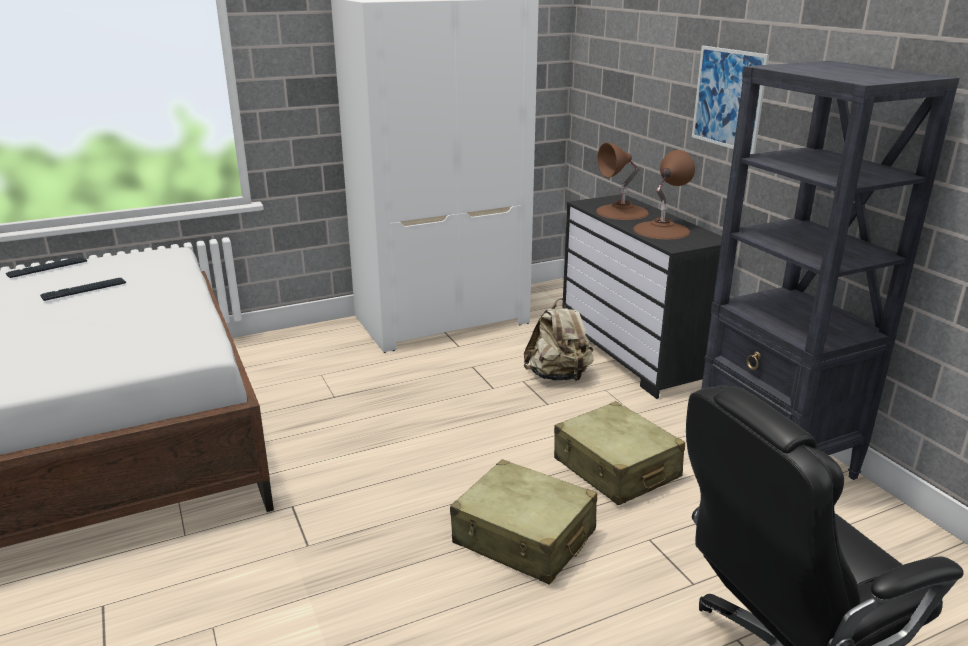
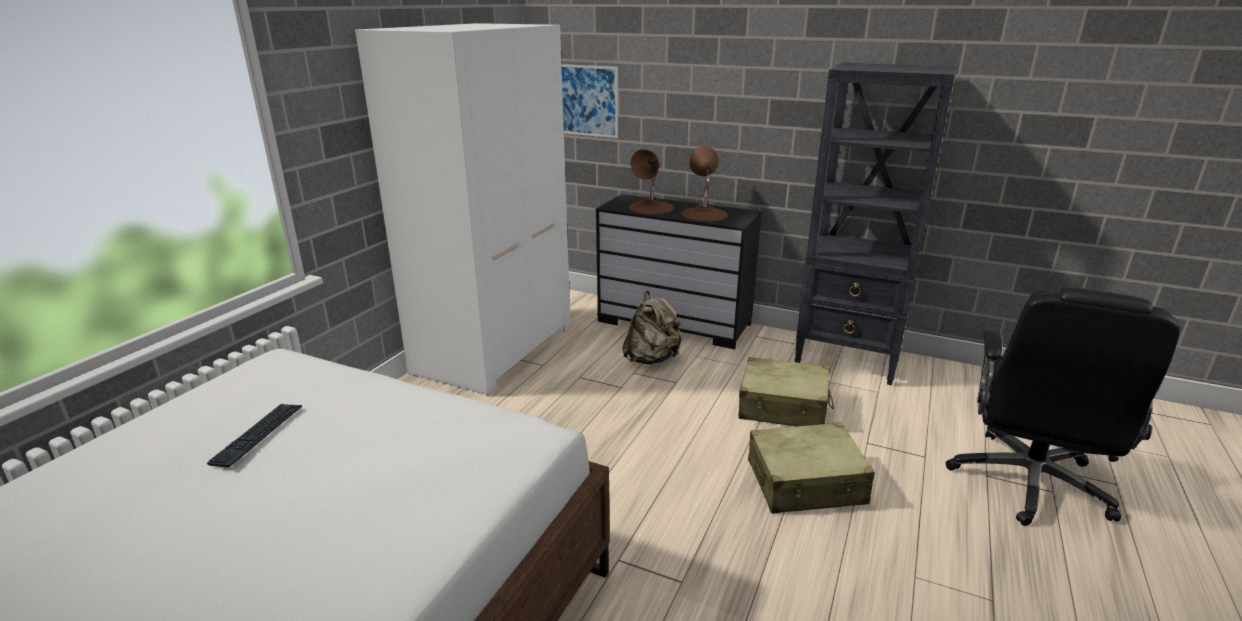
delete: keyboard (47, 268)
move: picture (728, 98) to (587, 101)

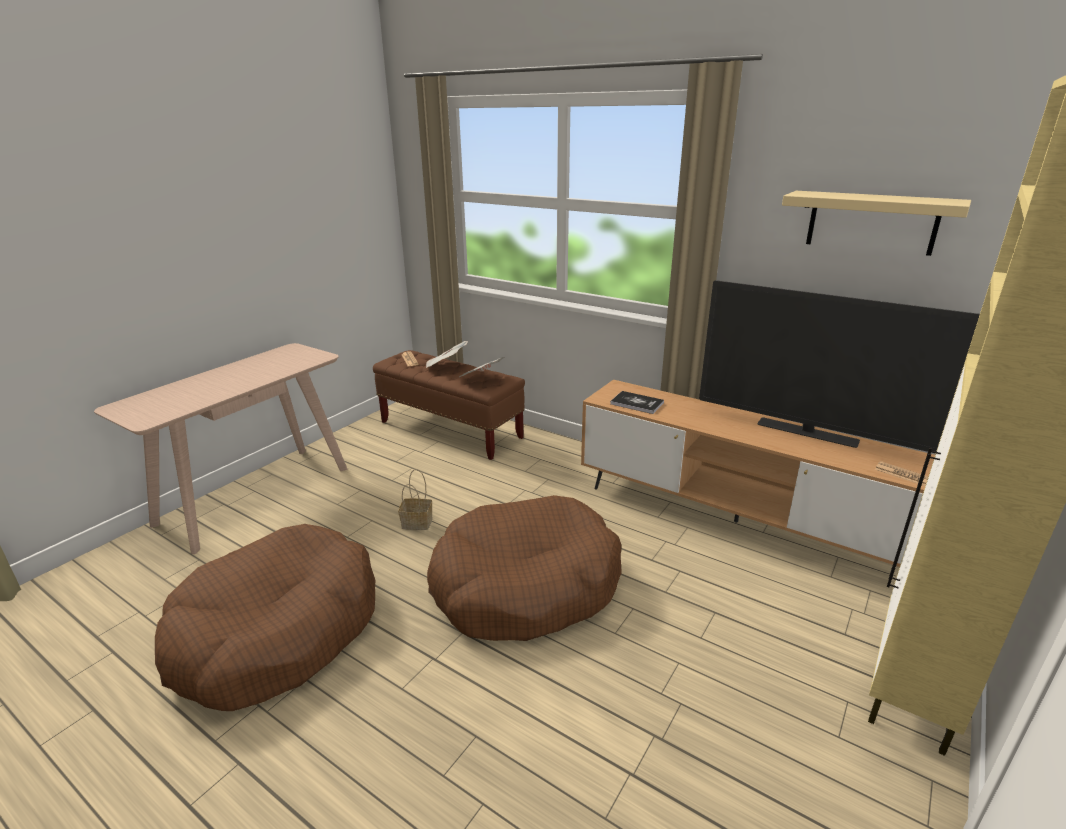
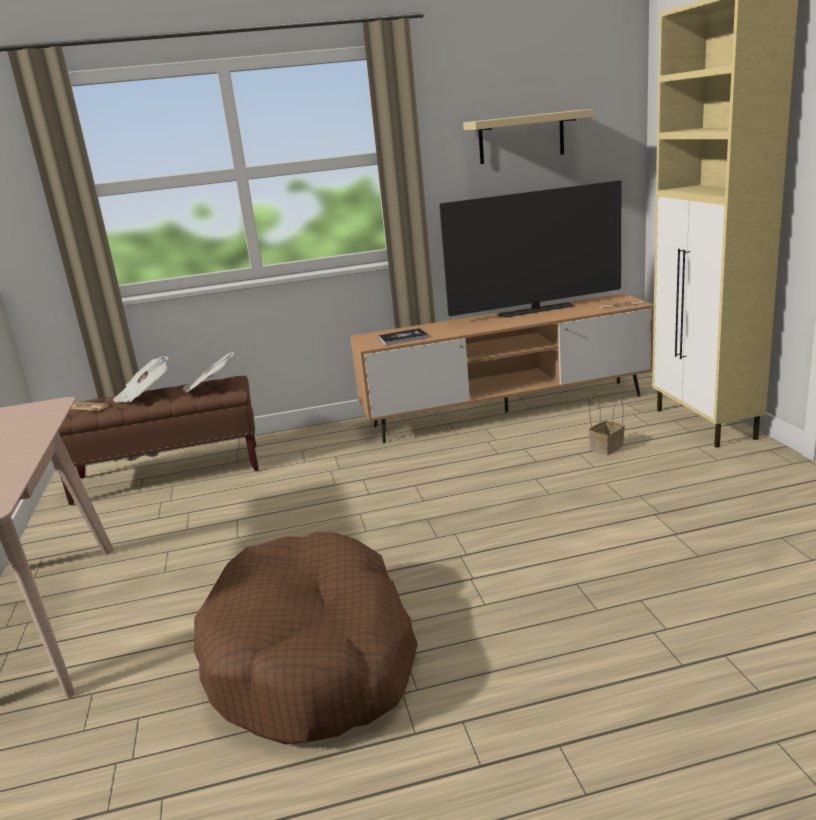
delete: brown dog bed (525, 585)
move: basket (418, 522) to (606, 447)

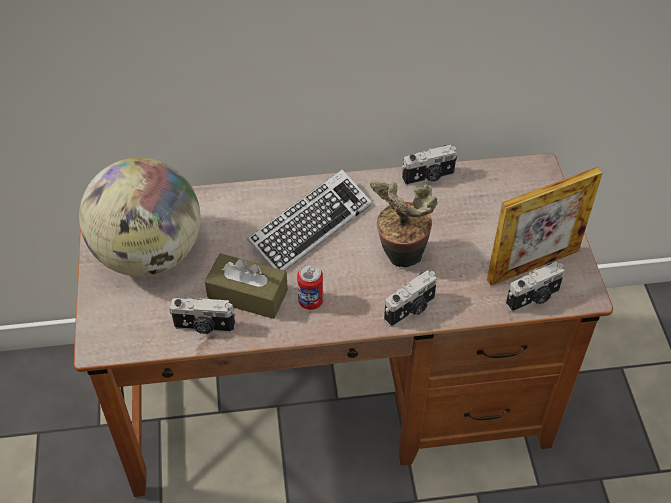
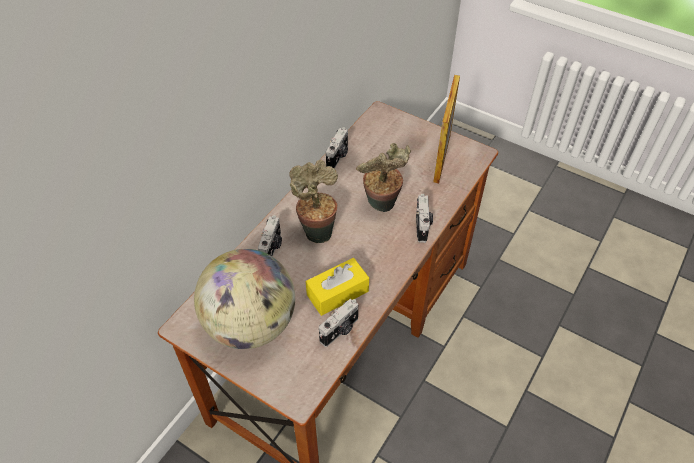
delete: can (310, 301)
move: photo camera (533, 299) to (272, 248)
replace: keyboard (310, 226) to potted plant (317, 230)
recolor: brown tissue box (247, 295) to yellow tissue box (337, 293)

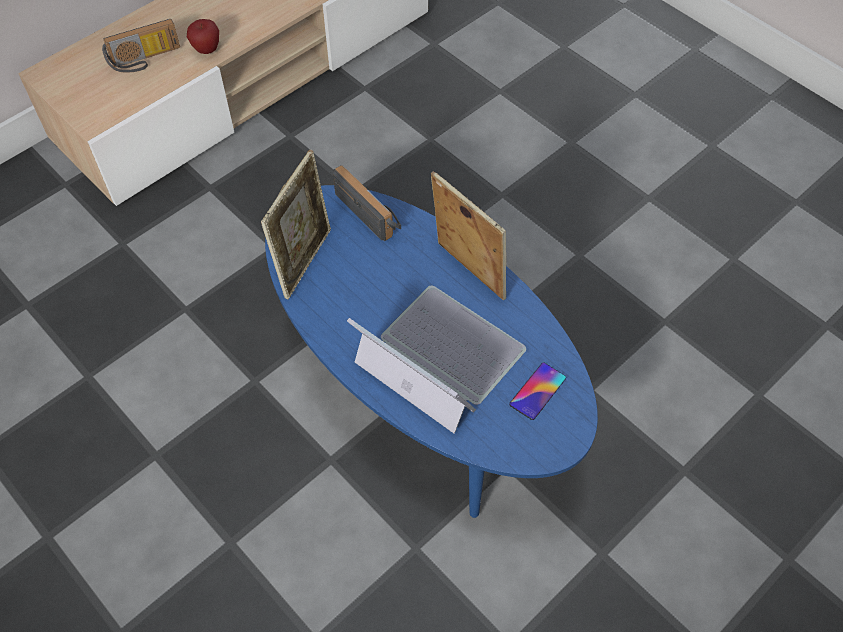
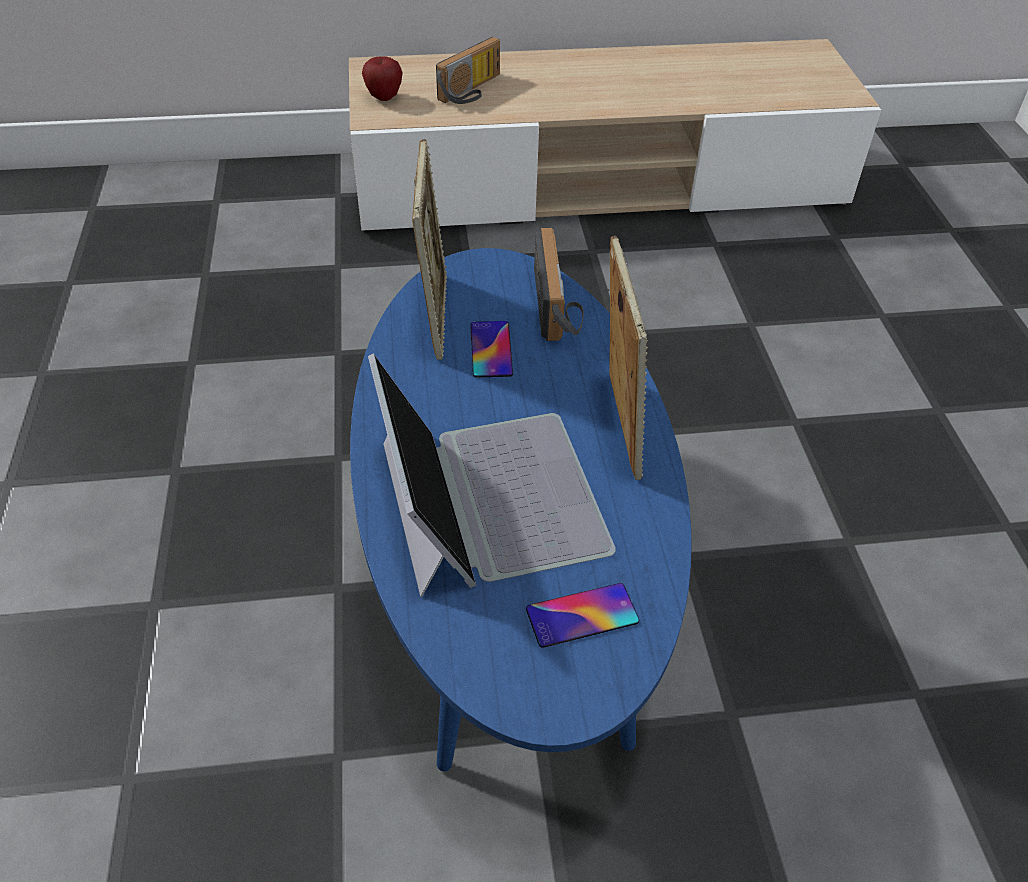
insert: phone (491, 349)
move: apple (207, 50) to (384, 97)
rotate: radio (145, 60) = (473, 91) 60 degrees counterclockwise; picture frame (305, 261) = (435, 315) 60 degrees counterclockwise

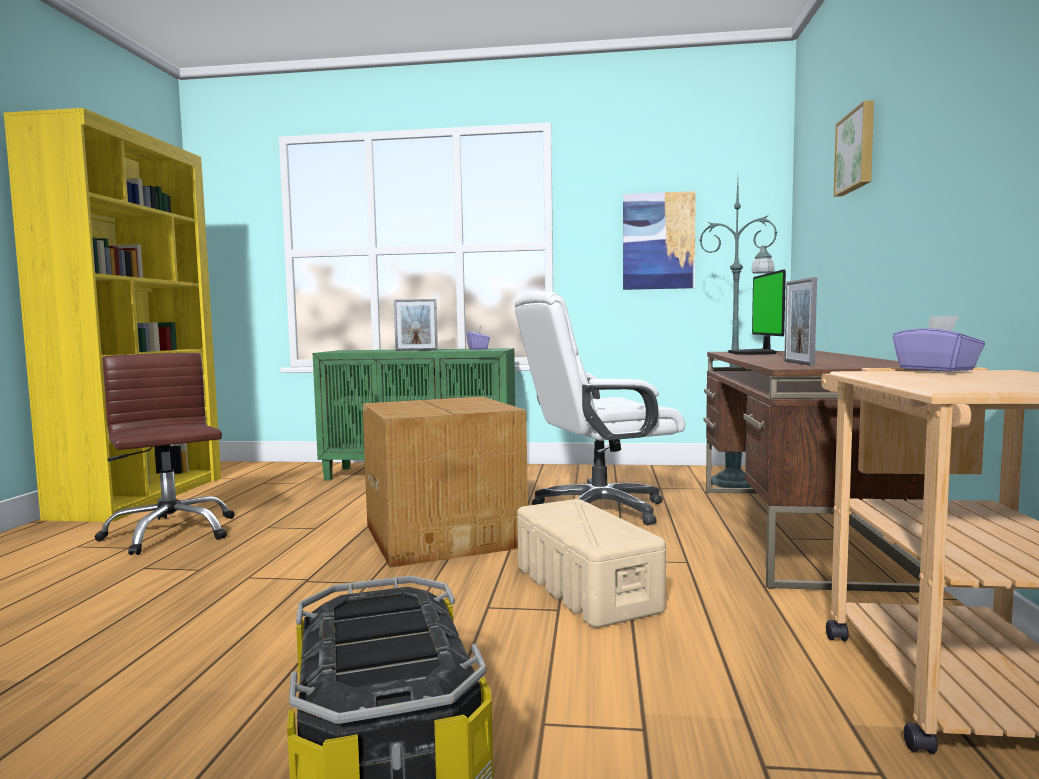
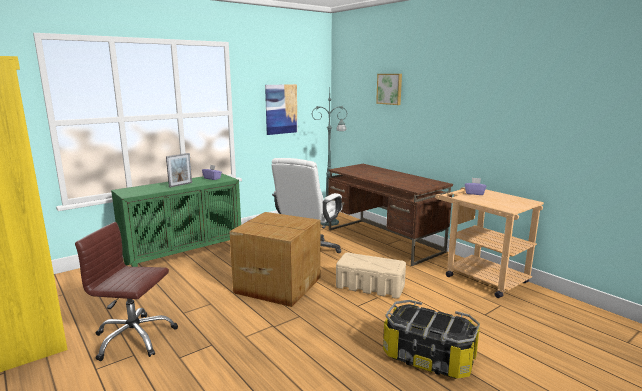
delete: monitor (754, 353); picture frame (798, 363)

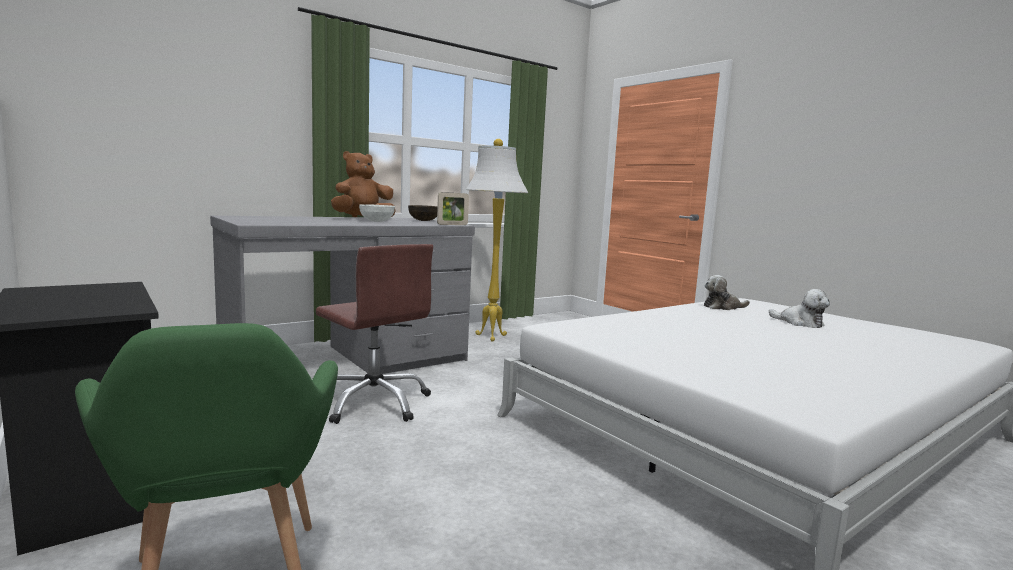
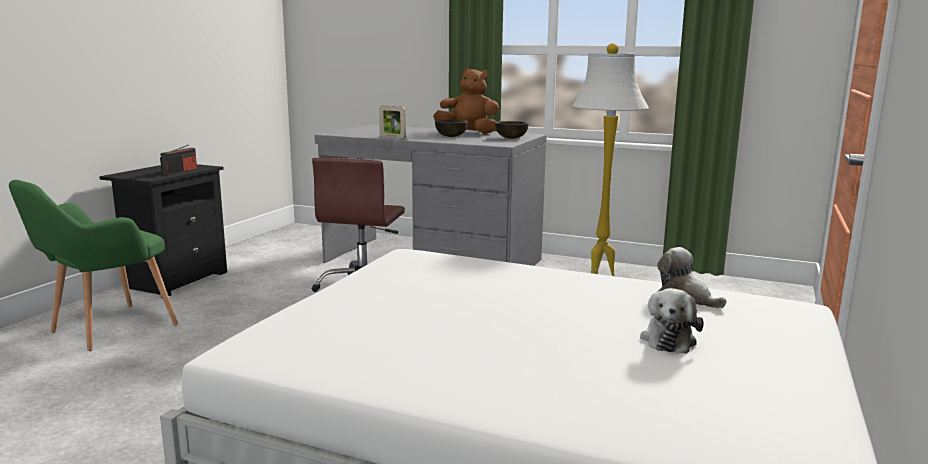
insert: radio (180, 171)
move: picture frame (452, 224) to (392, 137)
recolor: white bowl (377, 221) to brown bowl (451, 136)

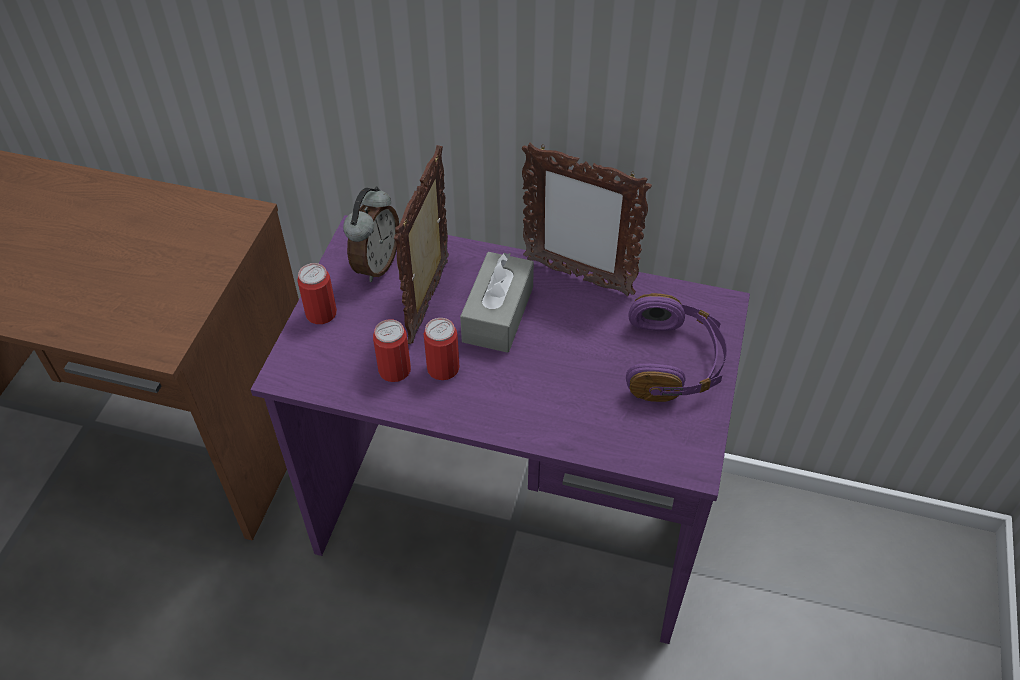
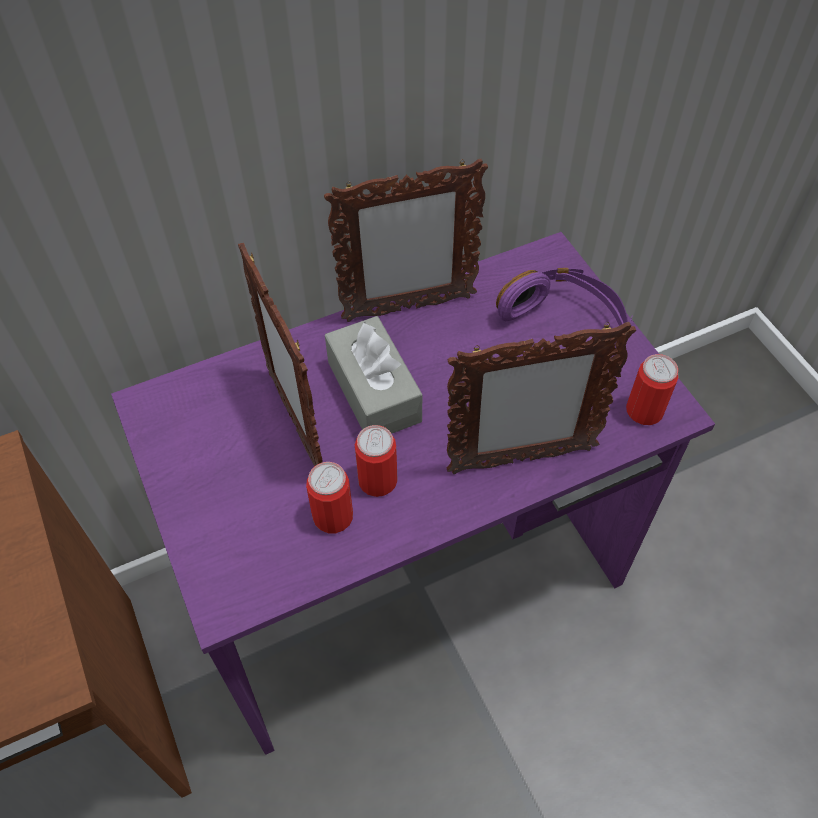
delete: alarm clock (375, 264)
insert: picture frame (520, 460)
move: can (321, 313) to (644, 410)

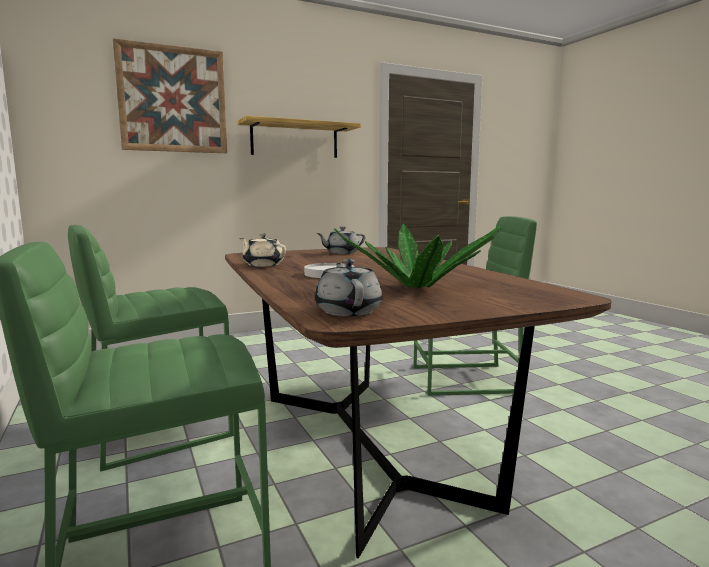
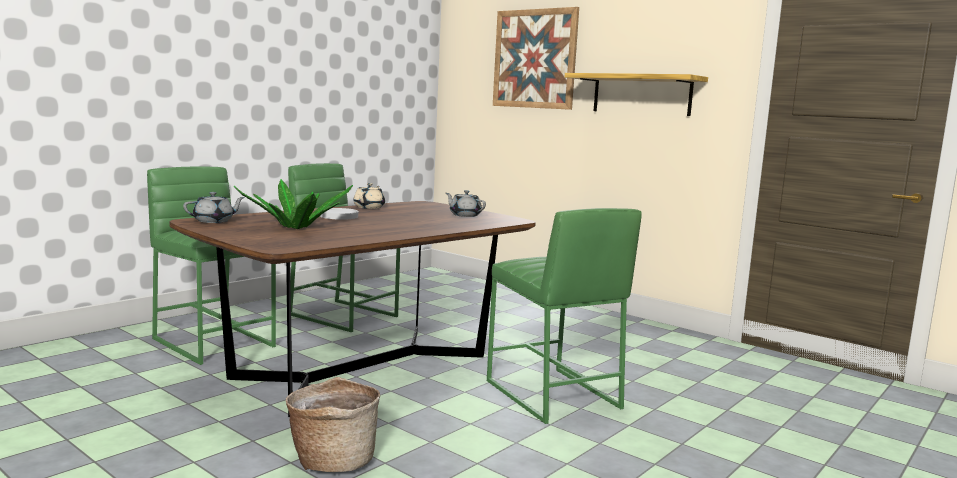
insert: basket (332, 460)

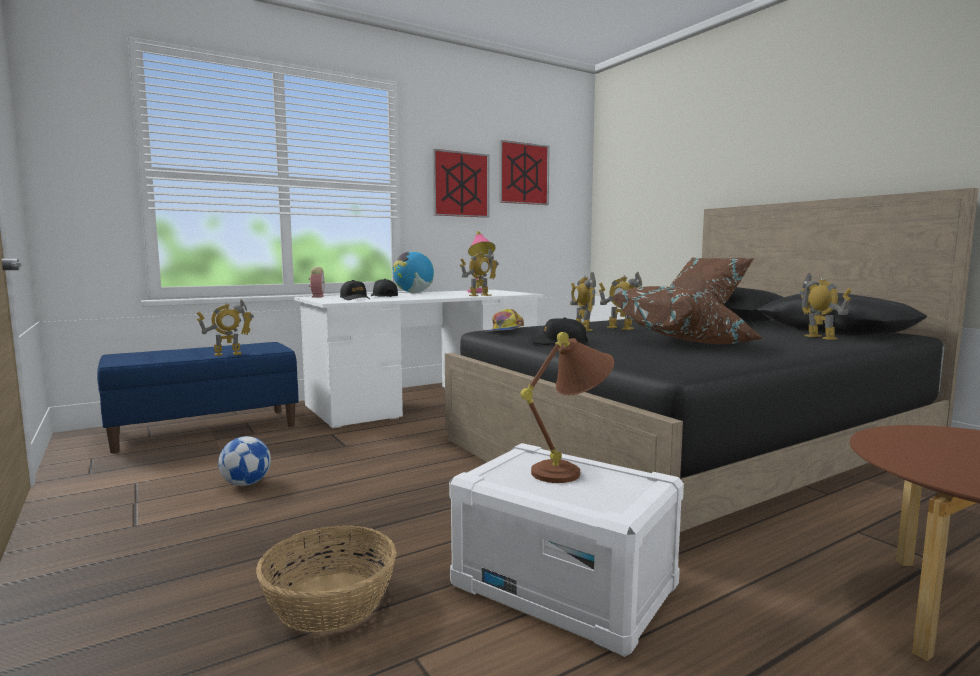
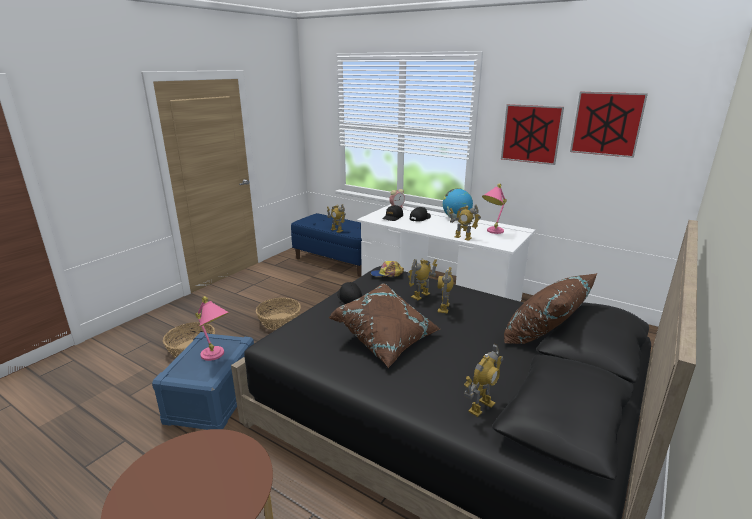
delete: football (246, 483)
insert: basket (280, 321)
recolor: white storage box (565, 586) to blue storage box (213, 400); brown table lamp (571, 471) to pink table lamp (217, 357)

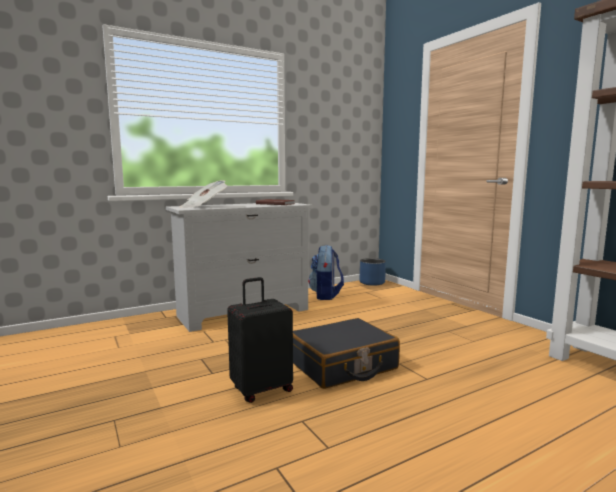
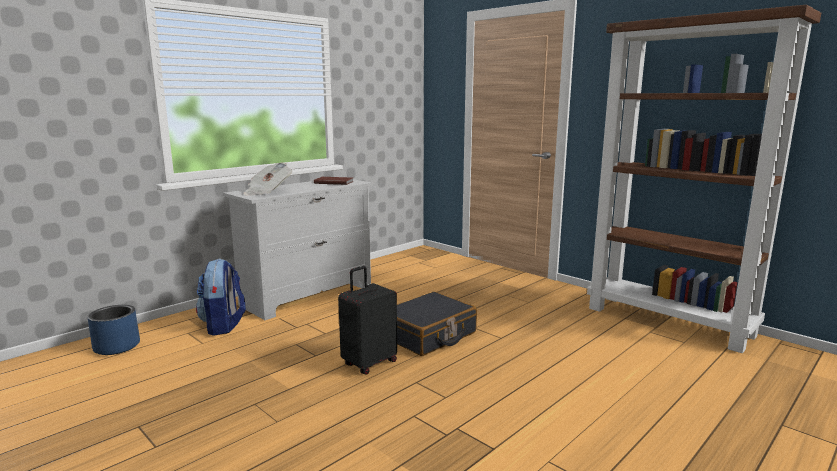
move: backpack (326, 295) to (223, 326); blue planter (372, 282) to (116, 346)

